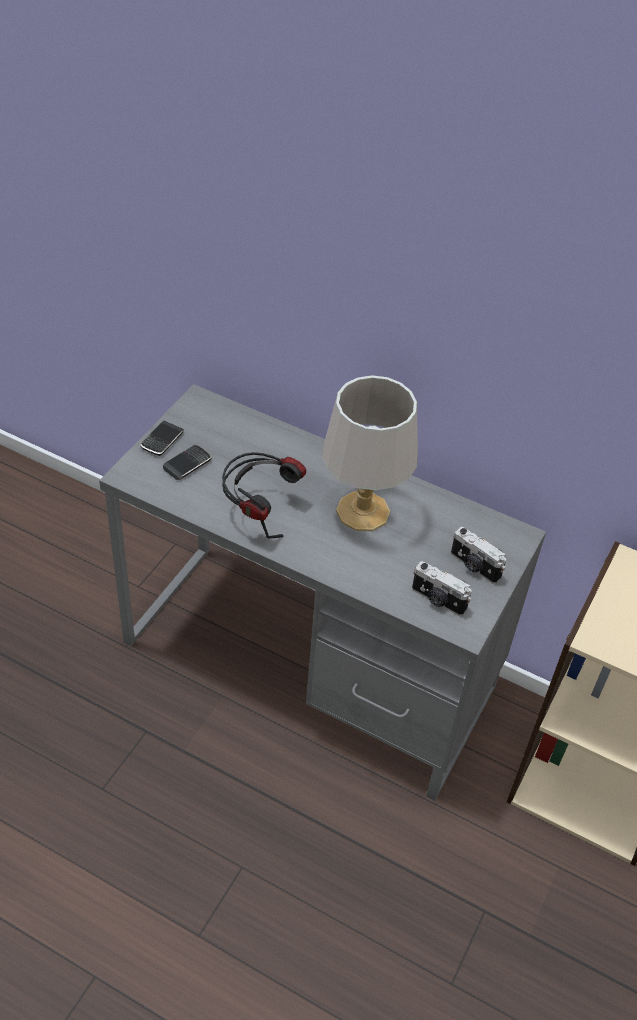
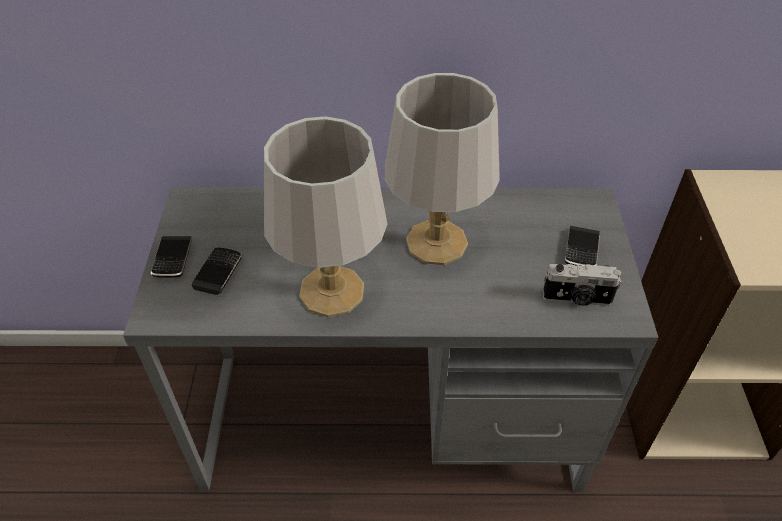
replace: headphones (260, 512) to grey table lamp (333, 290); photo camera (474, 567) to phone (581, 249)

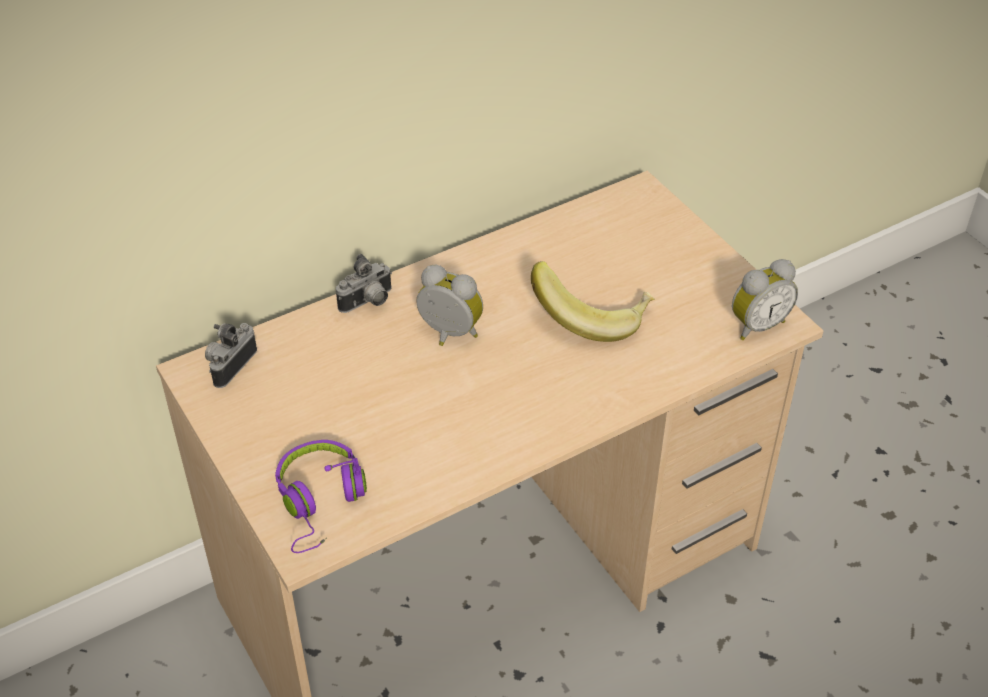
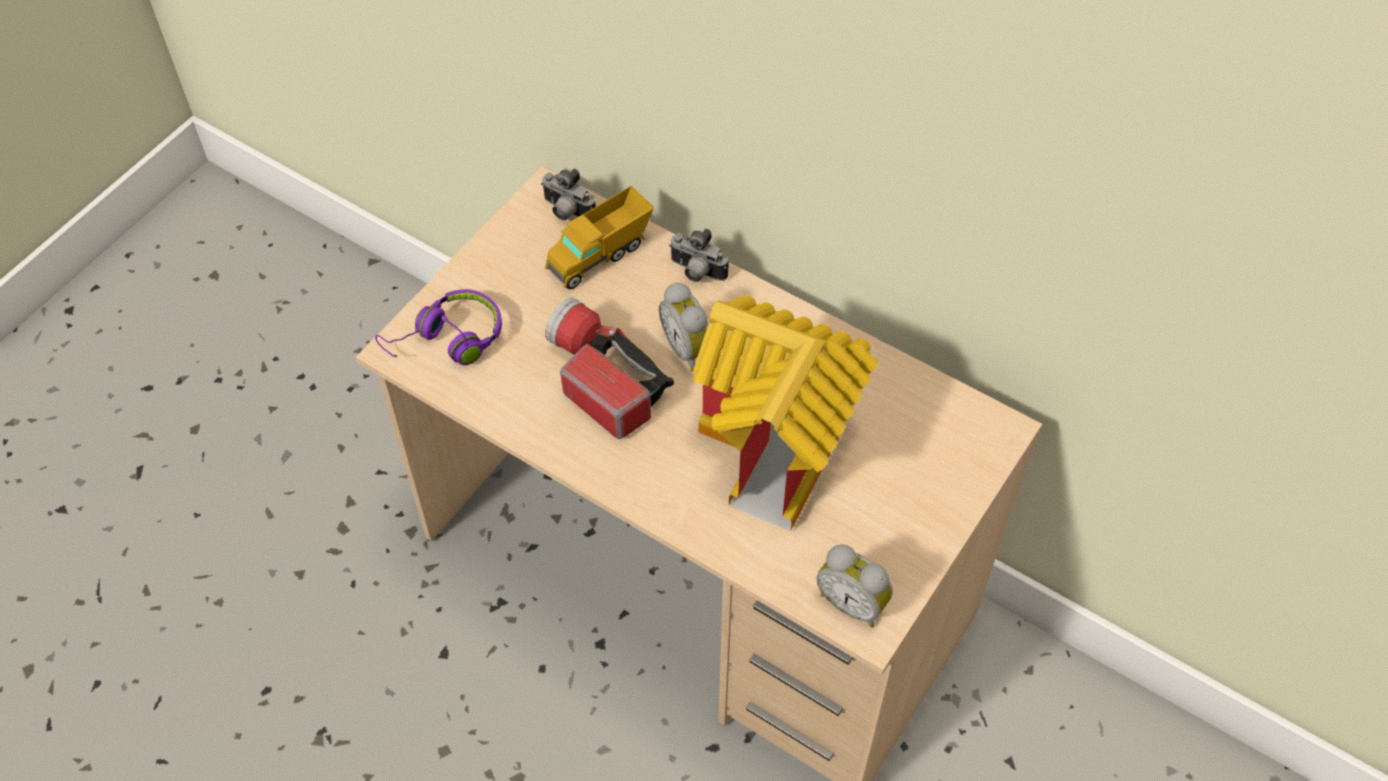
insert: toy truck (600, 255); flashlight (601, 379)
replace: banana (592, 317) to toy house (780, 453)
rotate: photo camera (230, 365) = (566, 212) 150 degrees counterclockwise; alarm clock (448, 335) = (689, 348) 150 degrees clockwise

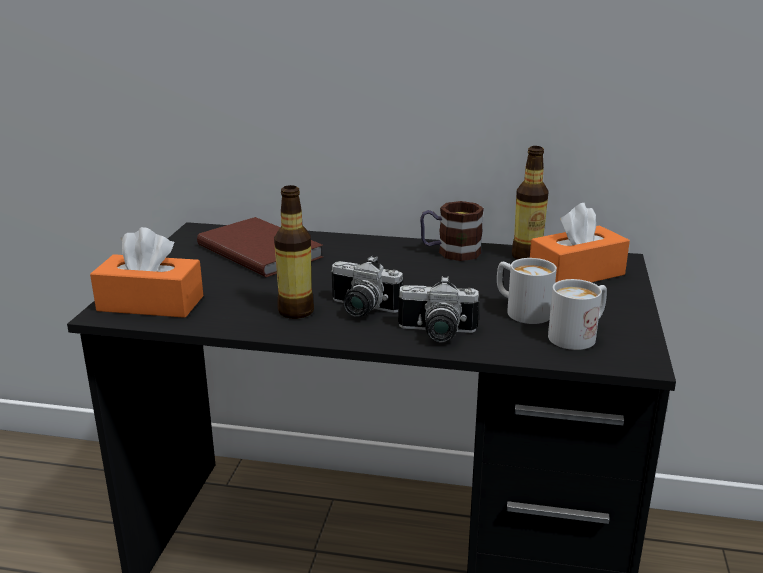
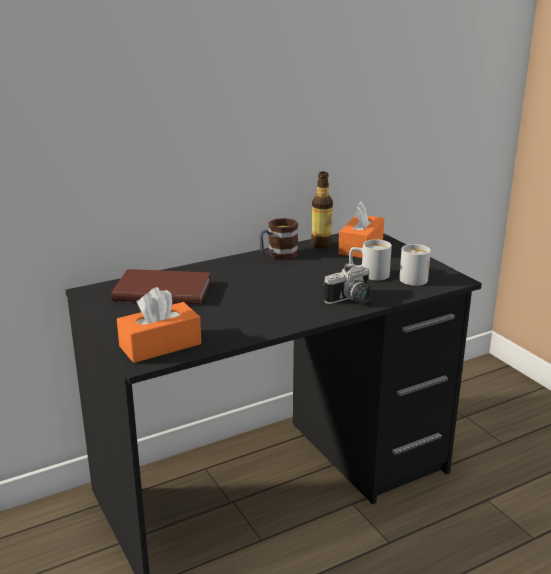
delete: bottle (296, 311); photo camera (360, 310)

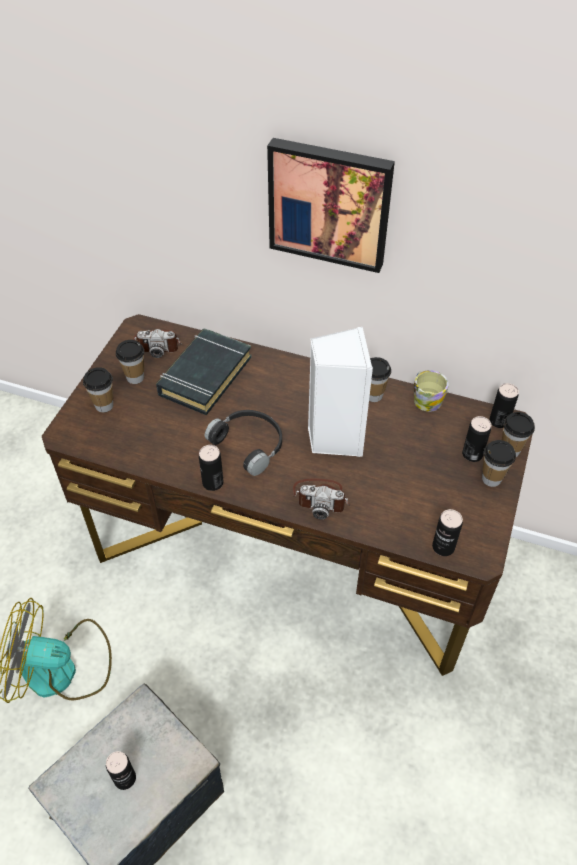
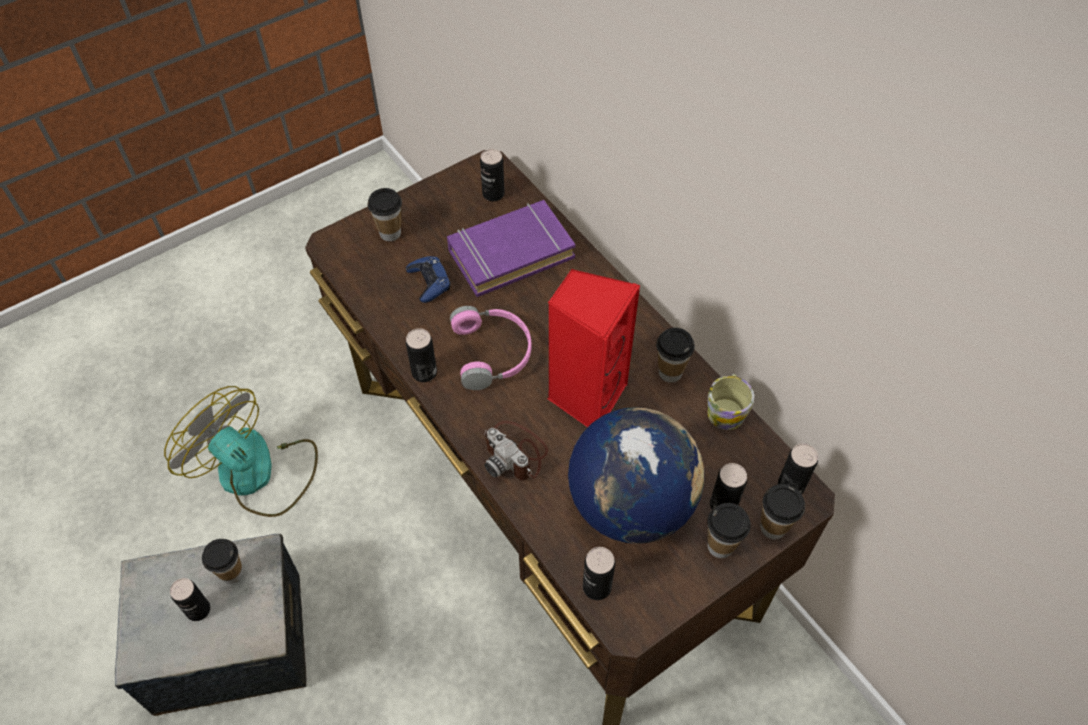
delete: picture (330, 203)
insert: blue game controller (429, 282); globe (631, 504)
move: cup (135, 377) to (232, 573)
replace: photo camera (158, 344) to can (493, 194)
recolor: black book (204, 375) to purple book (510, 253); black headphones (250, 444) to pink headphones (493, 352); white speaker (334, 437) to red speaker (586, 396)

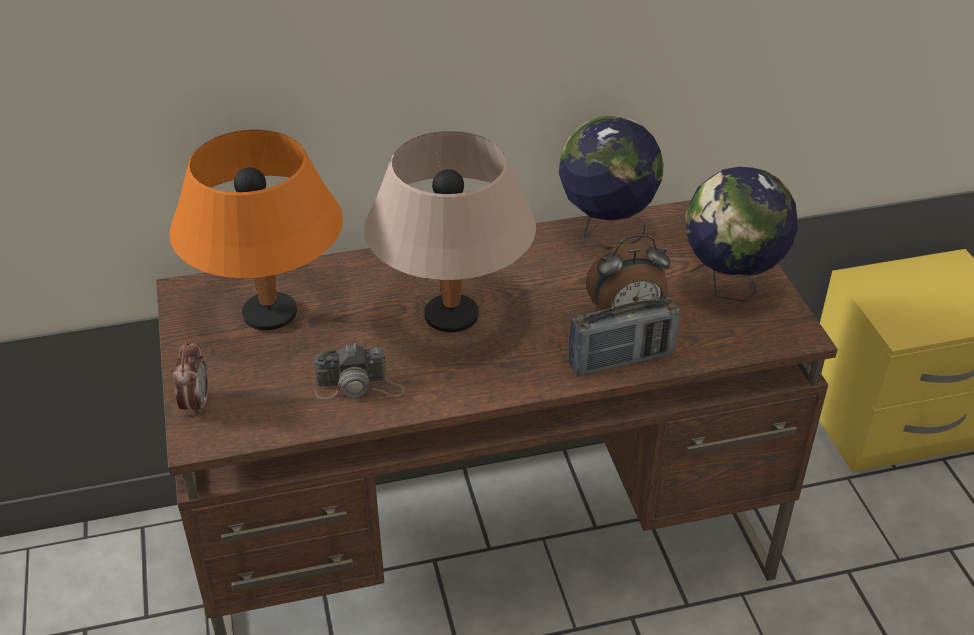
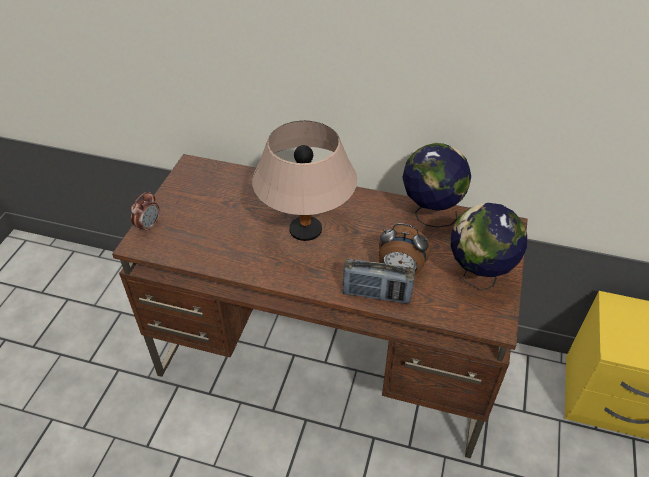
delete: orange table lamp (270, 314); photo camera (359, 386)

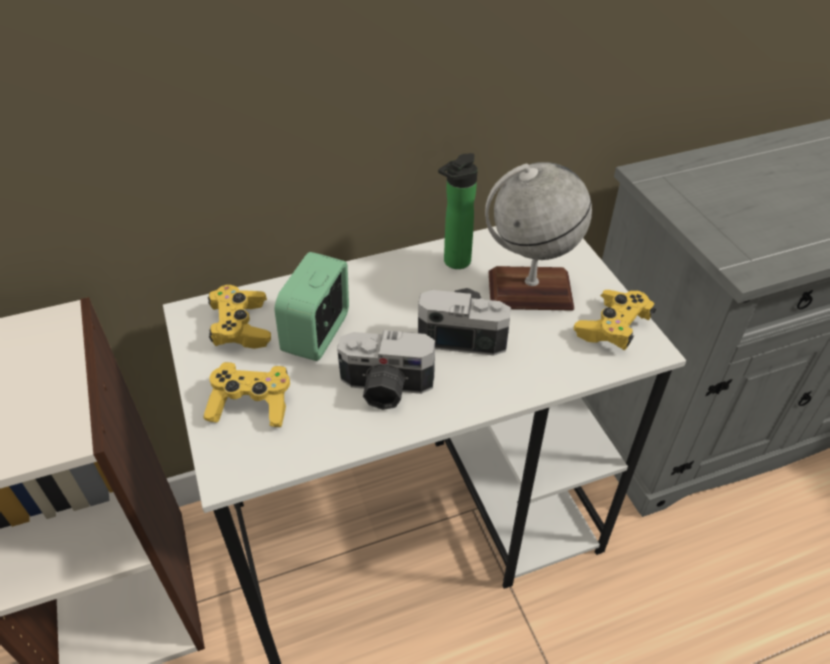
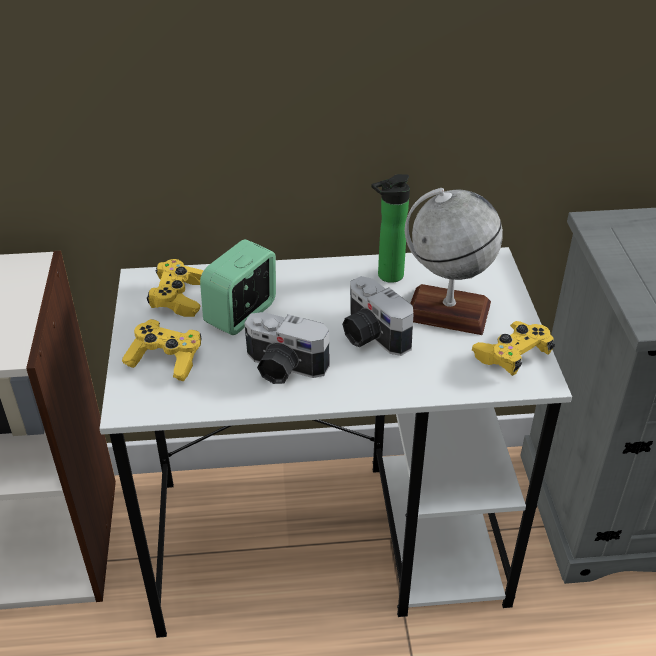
rotate: photo camera (463, 332) = (371, 336) 150 degrees counterclockwise

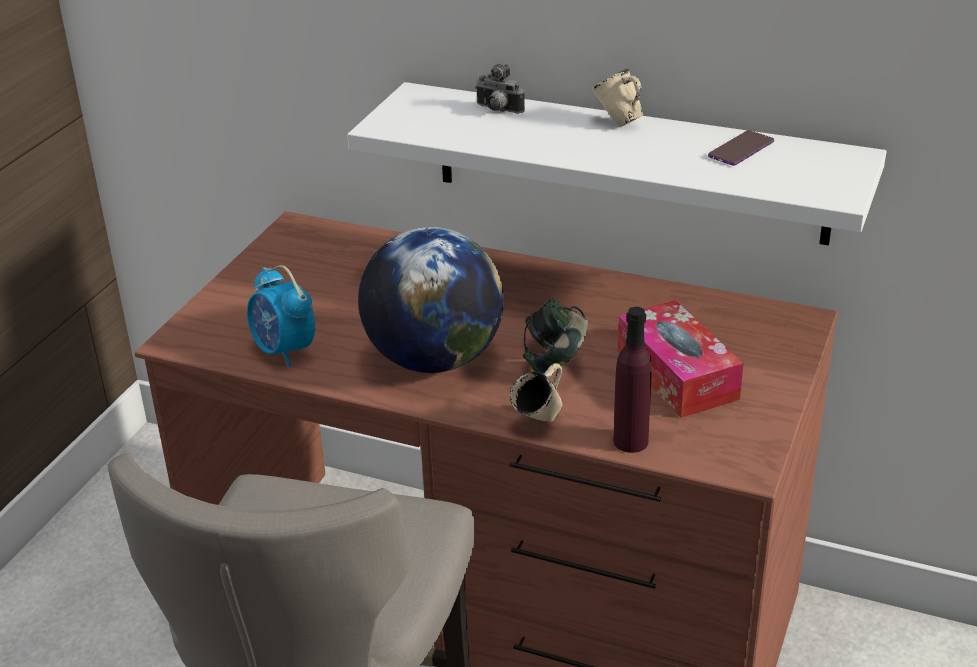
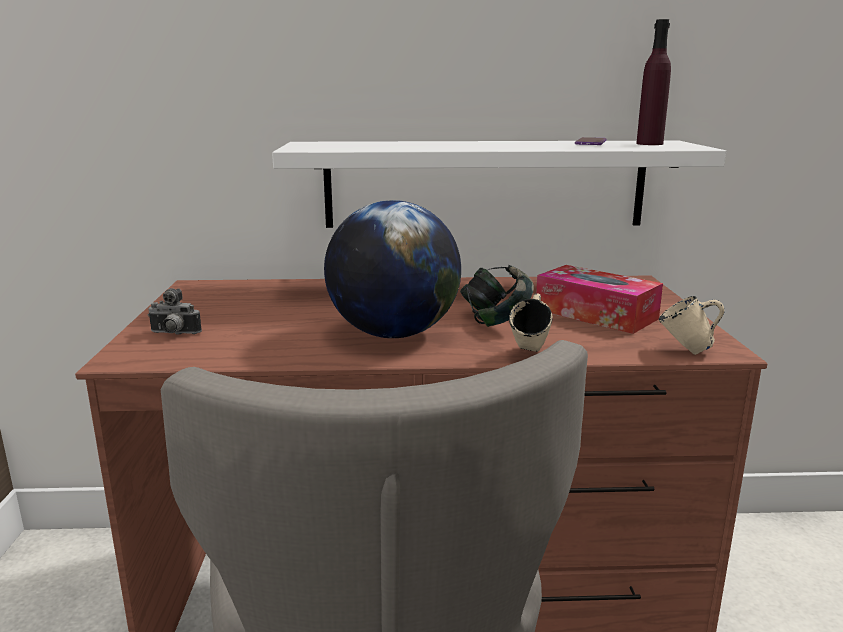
delete: alarm clock (284, 351)
move: photo camera (497, 110) to (174, 334); beige mug (618, 122) to (686, 351); purple bottle (630, 441) to (649, 144)

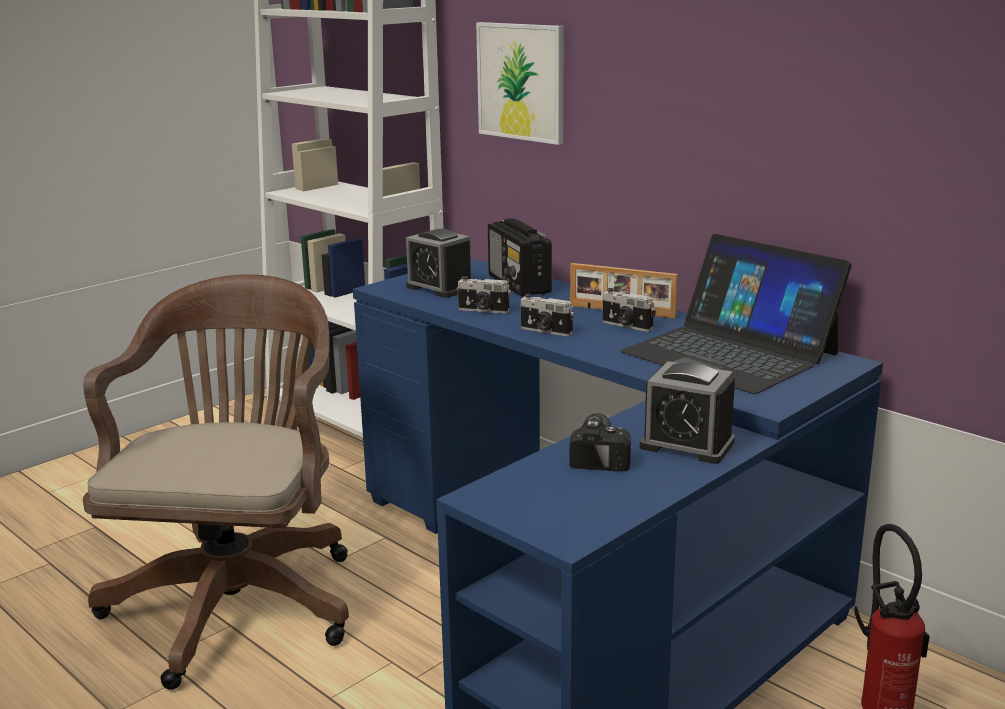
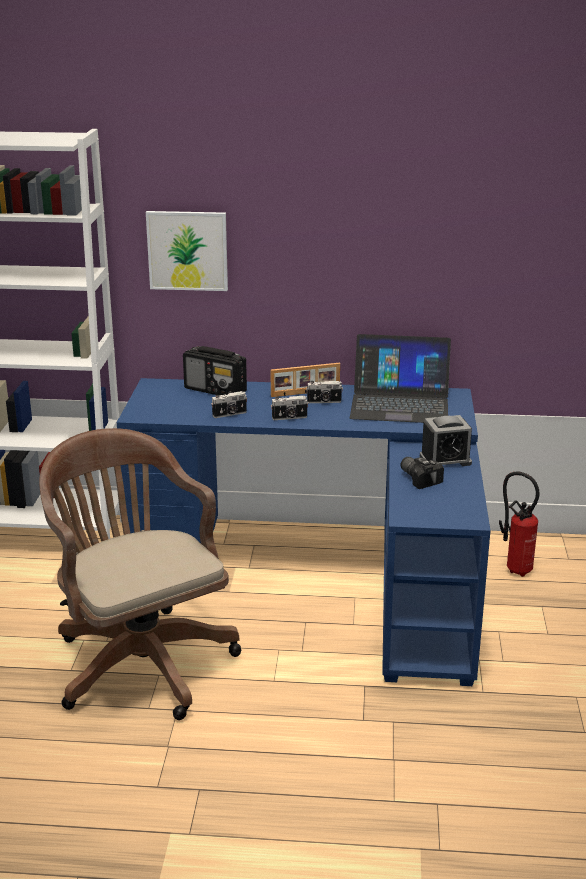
delete: alarm clock (439, 287)

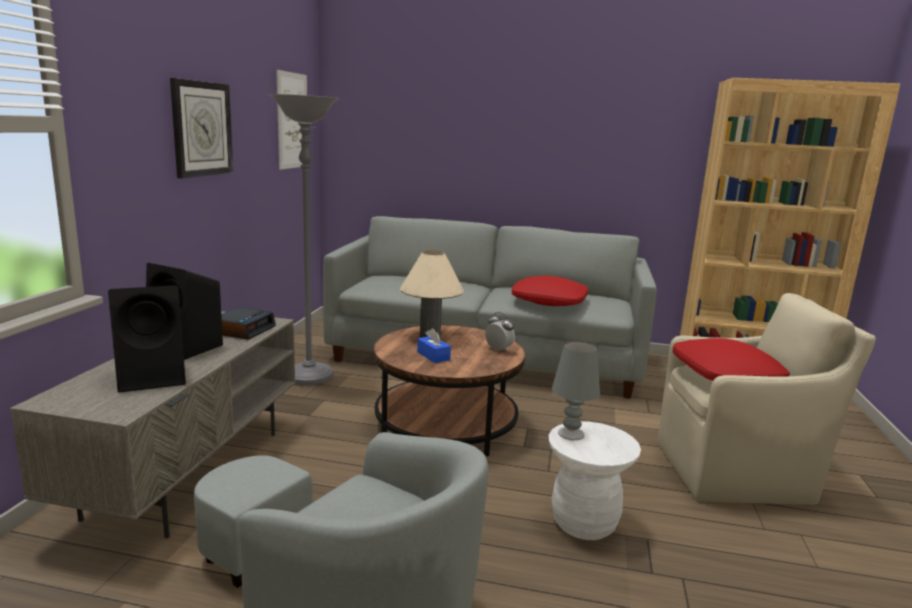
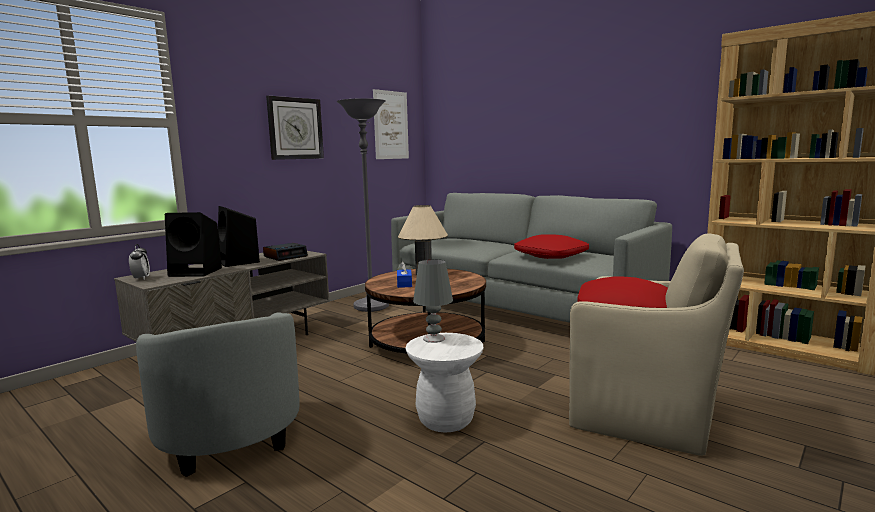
move: alarm clock (498, 350) to (141, 278)

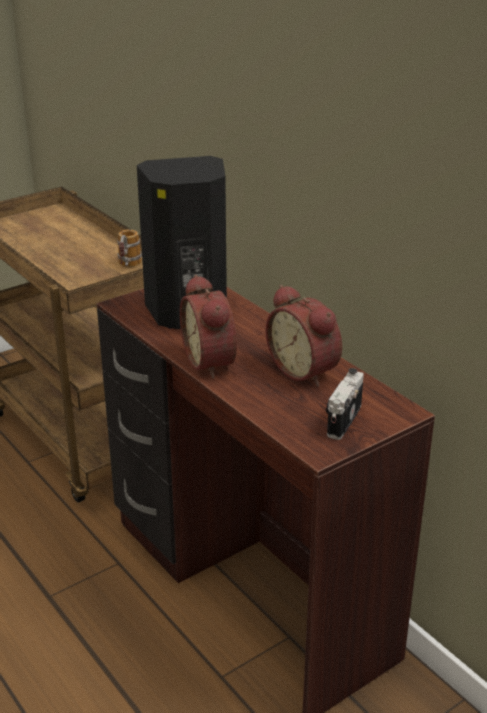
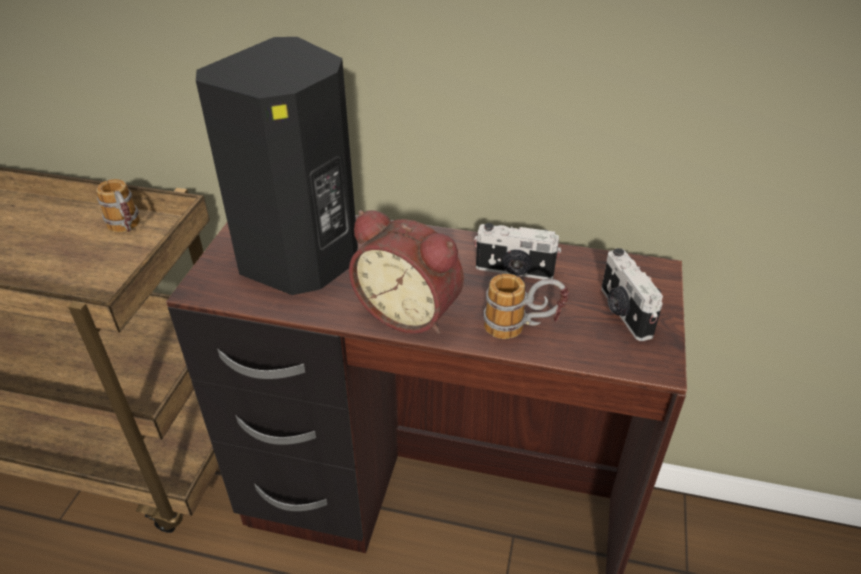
insert: mug (522, 328)
replace: alarm clock (305, 370) to photo camera (514, 271)

